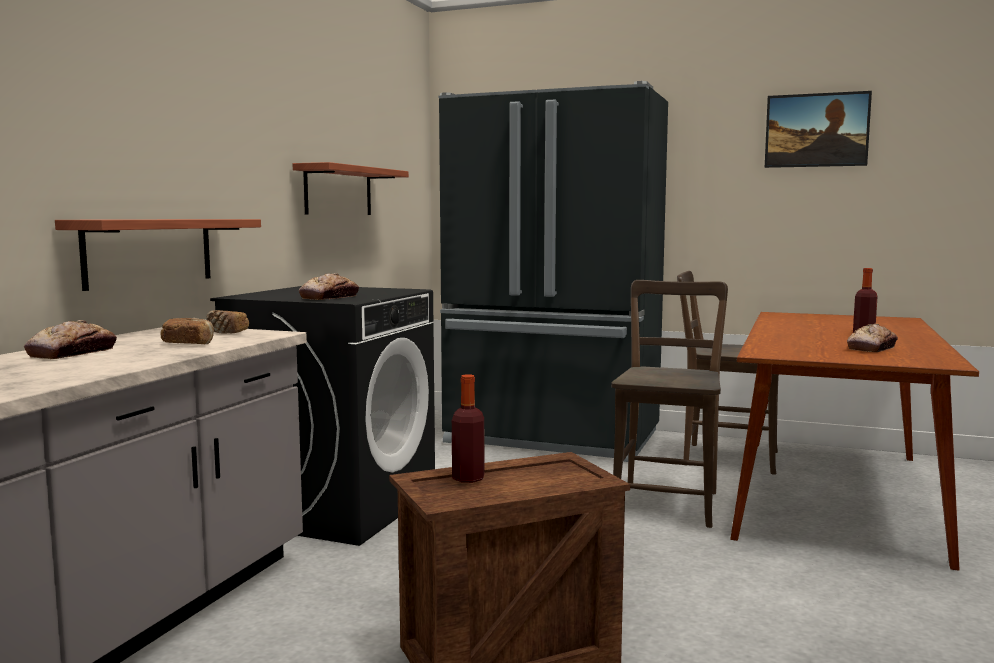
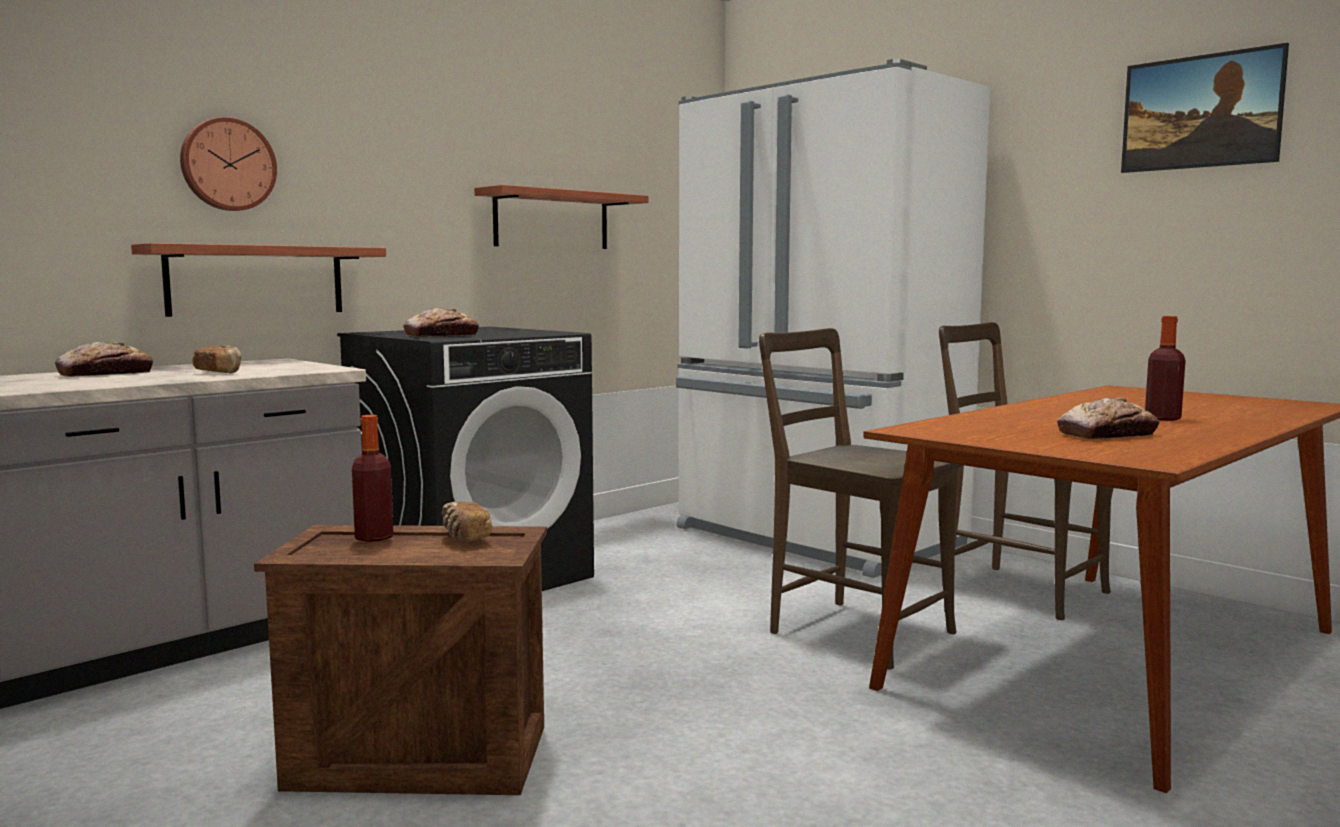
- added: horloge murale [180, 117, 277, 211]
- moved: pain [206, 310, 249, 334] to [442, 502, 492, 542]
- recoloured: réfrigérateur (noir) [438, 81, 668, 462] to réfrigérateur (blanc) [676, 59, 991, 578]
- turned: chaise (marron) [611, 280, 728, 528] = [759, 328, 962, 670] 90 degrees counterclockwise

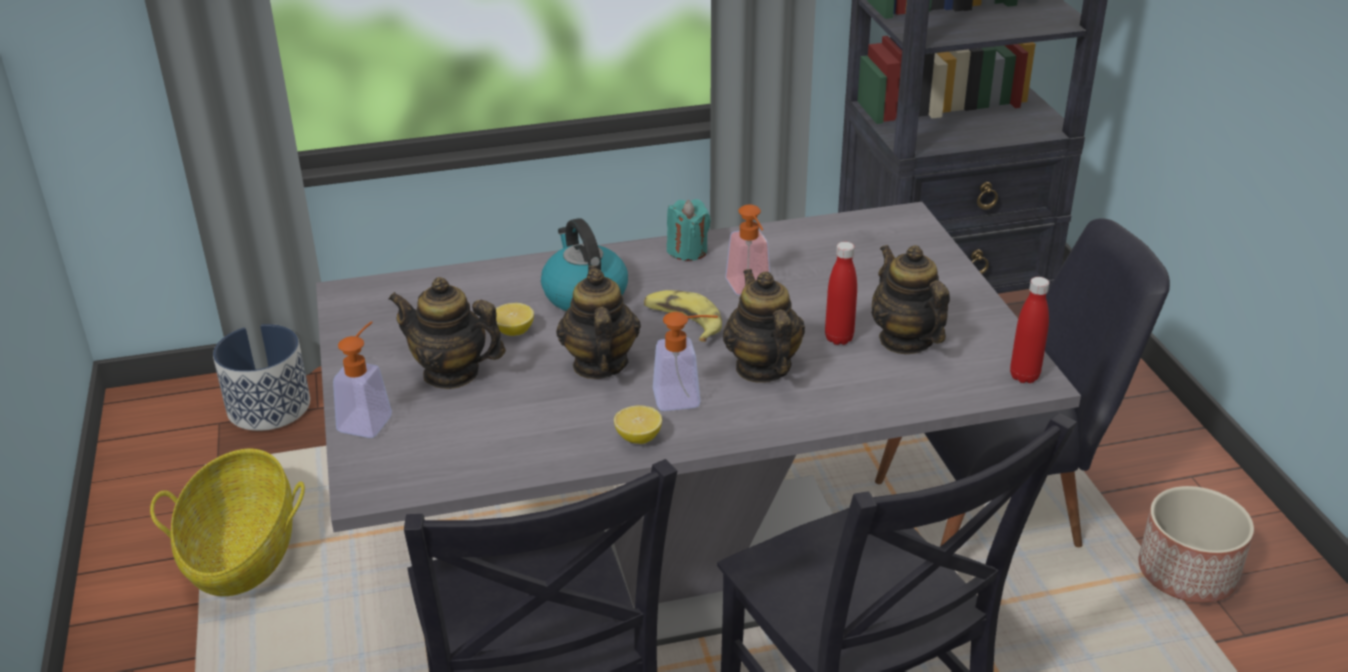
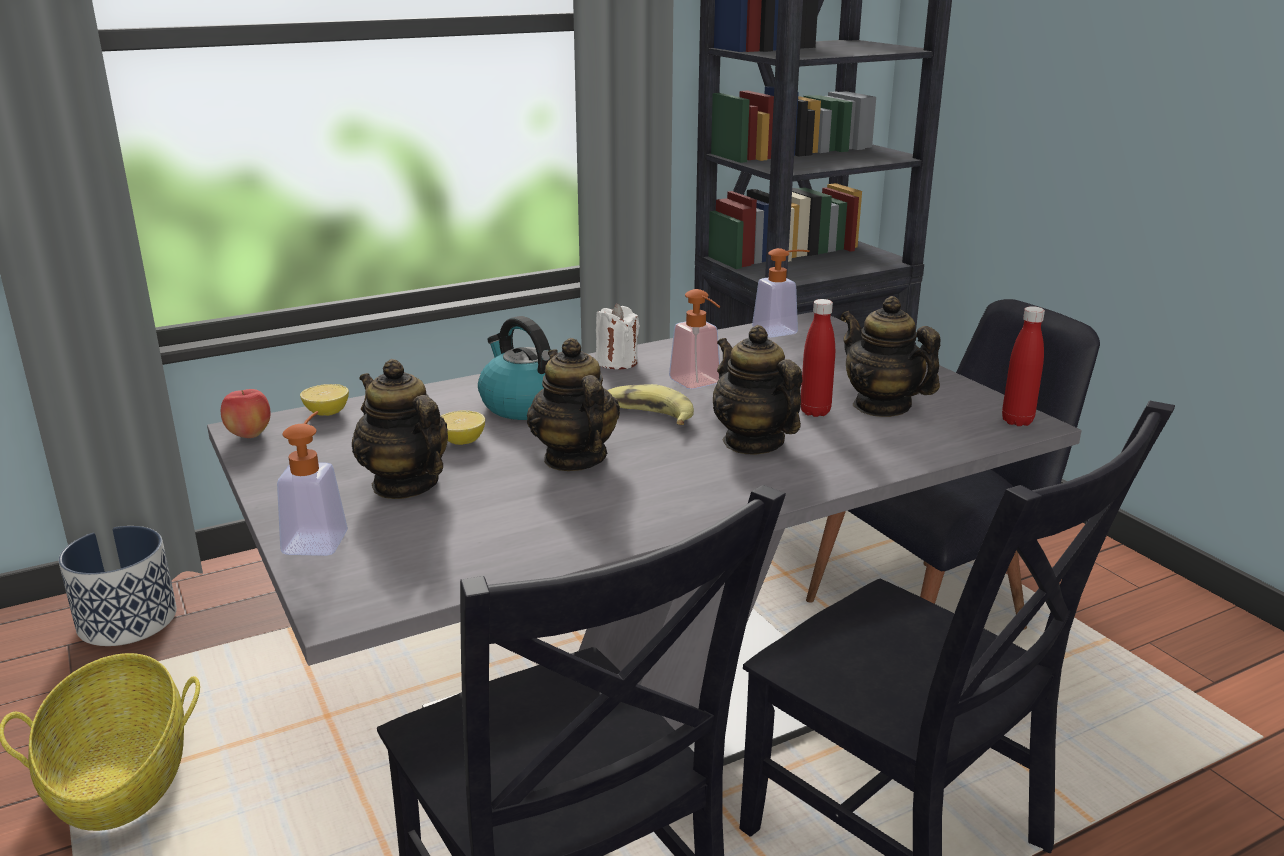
- removed: cache-pot [1139, 486, 1254, 603]
- added: pomme [221, 389, 271, 438]
- moved: citron [614, 405, 662, 444] to [300, 384, 349, 416]
- moved: distributeur de savon [653, 312, 718, 411] to [752, 248, 810, 338]
- recoloured: bougie (turquoise) [667, 199, 711, 261] to bougie (blanc) [595, 304, 640, 369]
- turned: théière [389, 277, 506, 389] = [352, 359, 448, 499] 45 degrees clockwise

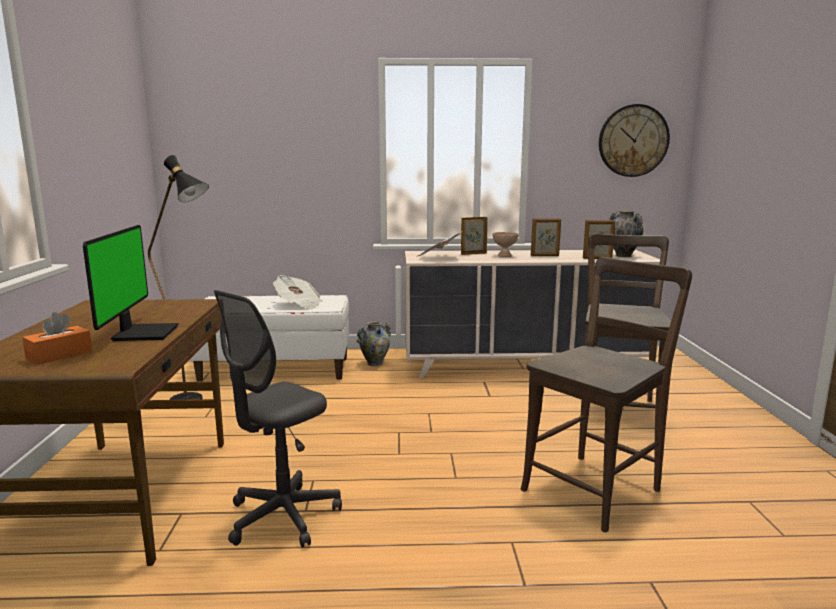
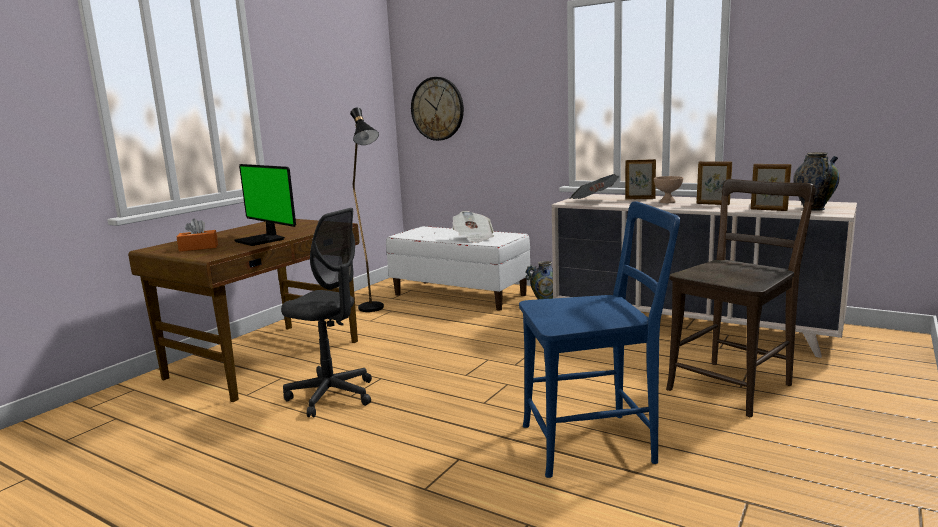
- moved: horloge murale [599, 104, 670, 177] to [411, 77, 464, 141]
- recoloured: chaise (marron) [521, 257, 692, 532] to chaise (bleu) [519, 201, 680, 478]
- turned: écran d'ordinateur [83, 225, 178, 341] = [234, 164, 296, 246] 105 degrees clockwise
- turned: chaise de bureau (gris) [214, 290, 342, 548] = [281, 208, 372, 418] 135 degrees counterclockwise

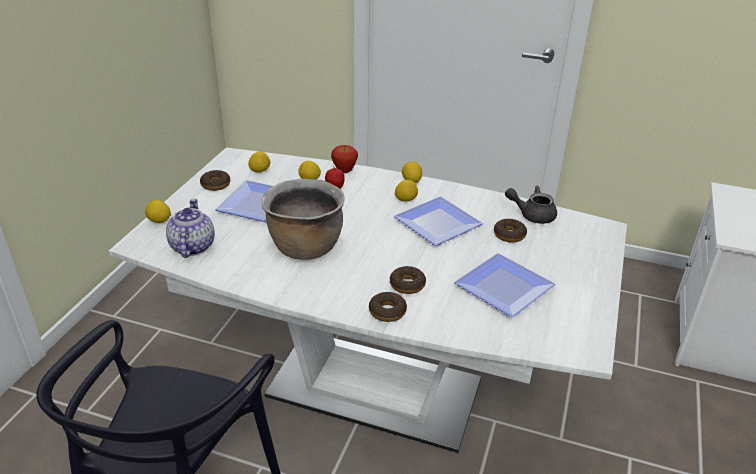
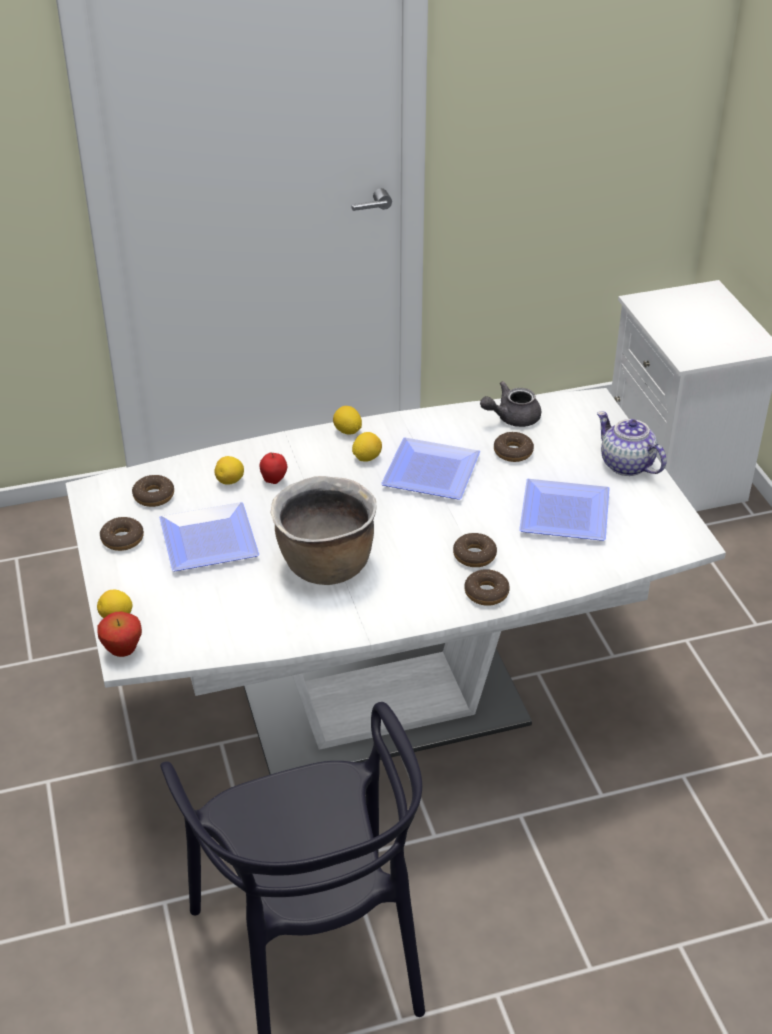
- moved: théière [166, 199, 215, 258] to [597, 411, 667, 476]
- moved: pomme [331, 145, 358, 173] to [97, 612, 142, 657]
- replaced: citron [248, 152, 270, 173] to beignet [132, 475, 174, 507]

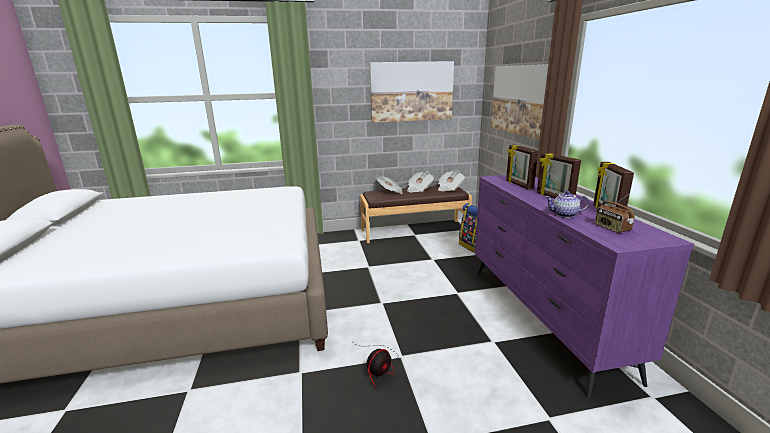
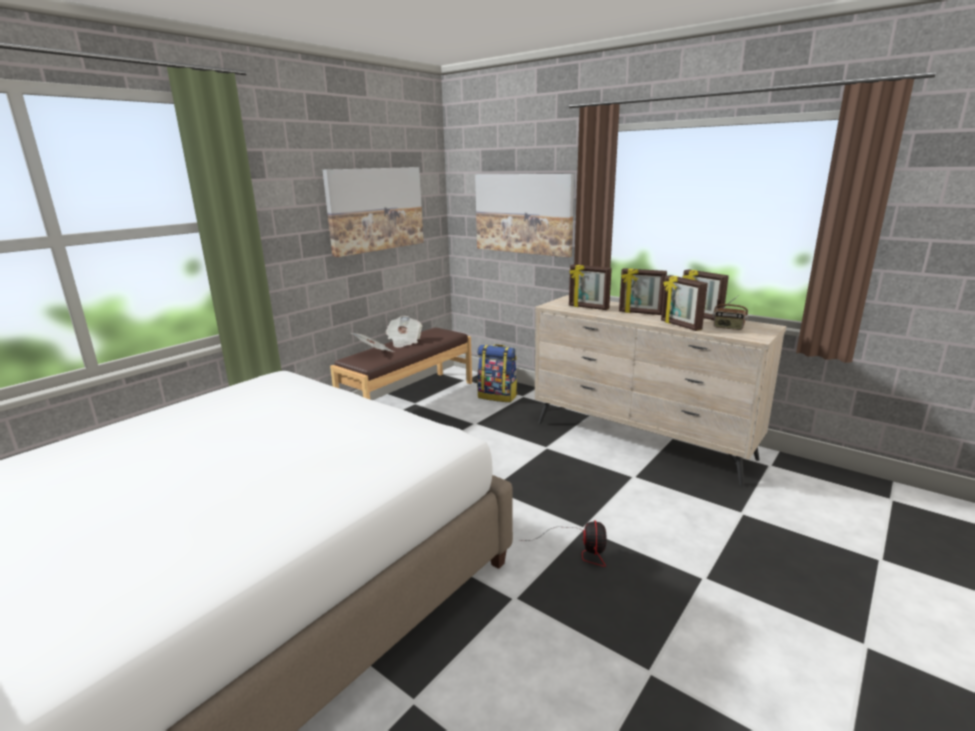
- removed: journal [438, 170, 465, 191]
- replaced: théière [545, 191, 589, 218] to cadre photo [661, 275, 708, 331]
- recoloured: commode (violet) [475, 175, 694, 398] to commode (beige) [535, 295, 787, 486]

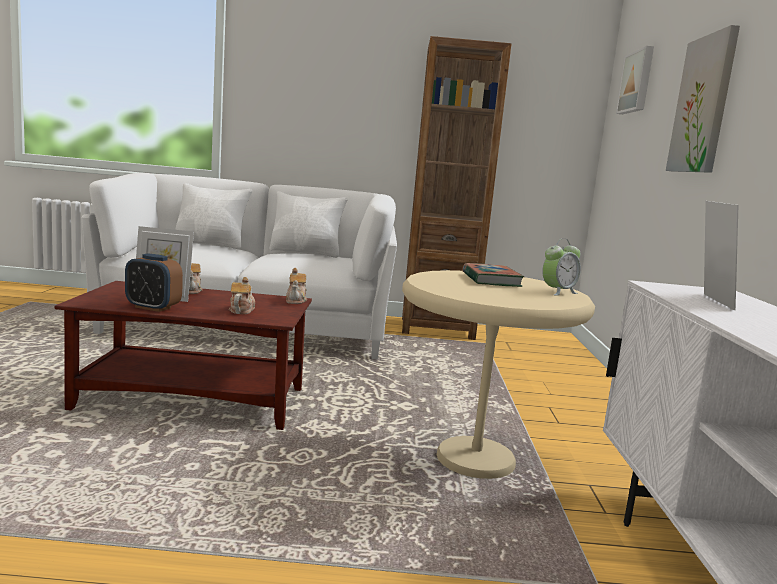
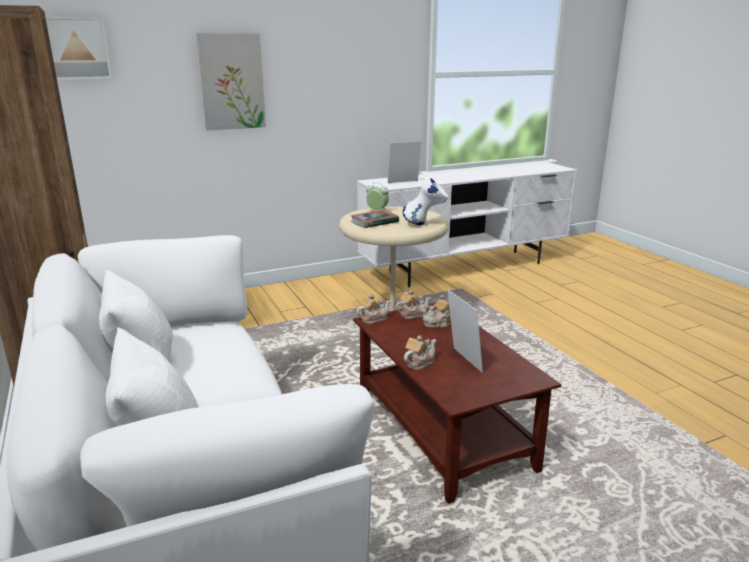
- removed: réveil [125, 253, 183, 312]
- added: théière [396, 290, 431, 319]
- added: vase (blanc) [403, 177, 448, 225]

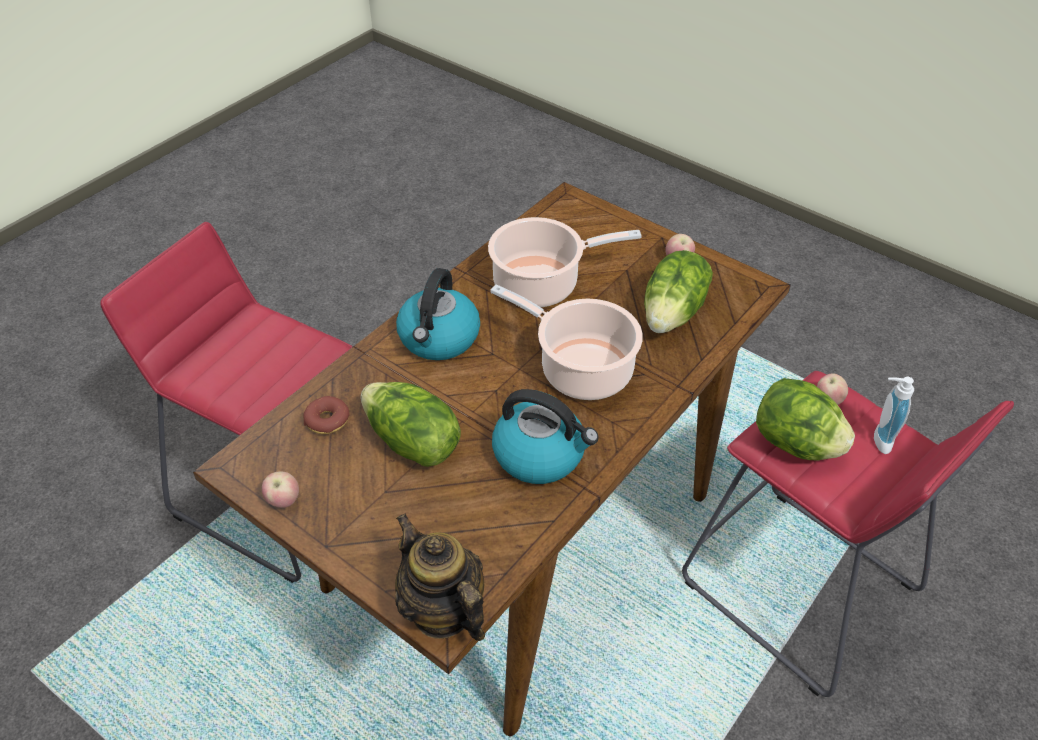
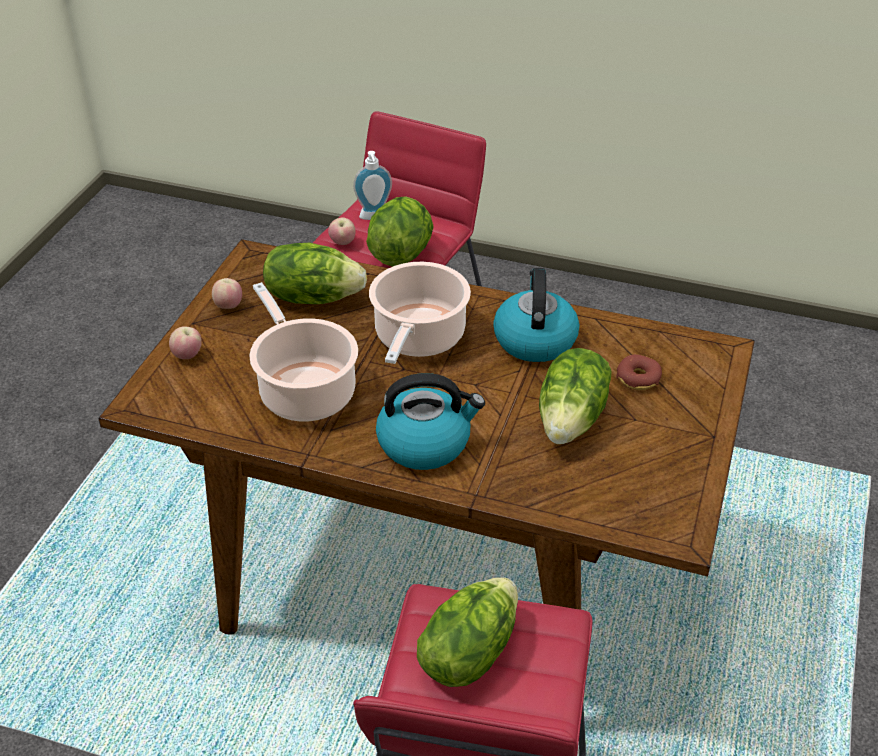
- removed: théière [395, 513, 485, 641]
- added: laitue [417, 577, 518, 687]
- moved: pomme [262, 471, 299, 508] to [169, 326, 202, 359]
- moved: beignet [303, 396, 350, 434] to [616, 354, 662, 390]

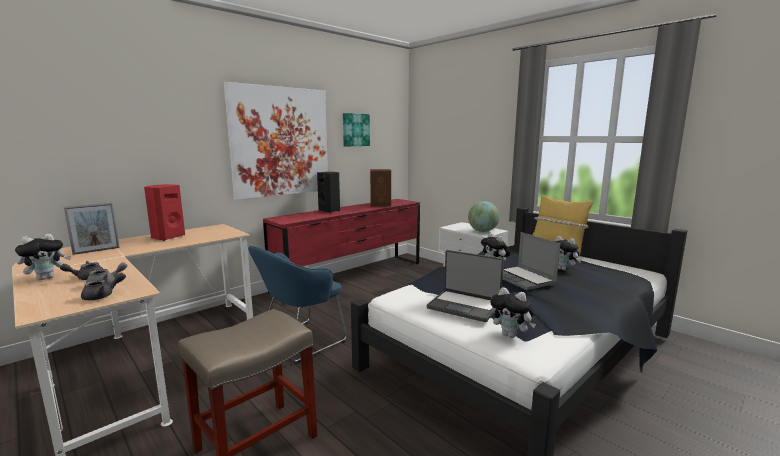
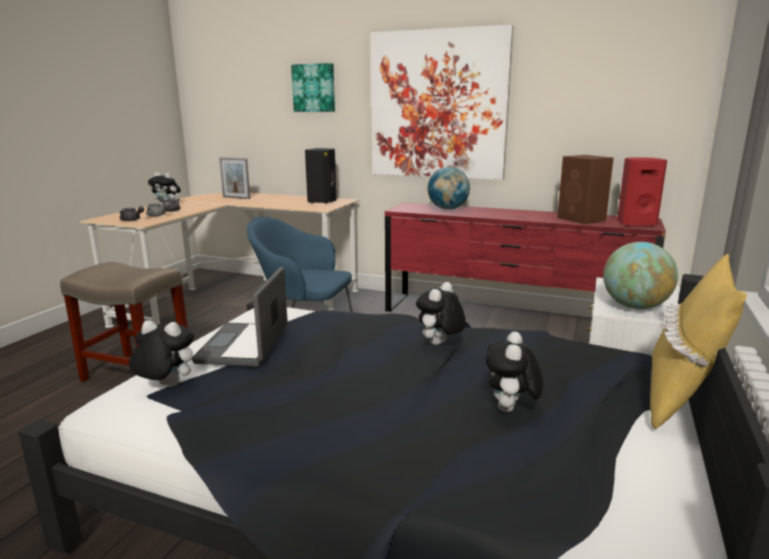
- removed: ordinateur portable [503, 232, 560, 290]
- added: globe [428, 167, 470, 210]
- moved: enceinte (rouge) [144, 184, 185, 241] to [617, 157, 667, 226]
- moved: enceinte (noir) [317, 172, 340, 213] to [305, 148, 336, 204]
- moved: tableau [343, 113, 370, 146] to [291, 63, 335, 112]
- turned: peluche [490, 287, 536, 338] = [129, 320, 194, 387] 90 degrees clockwise

